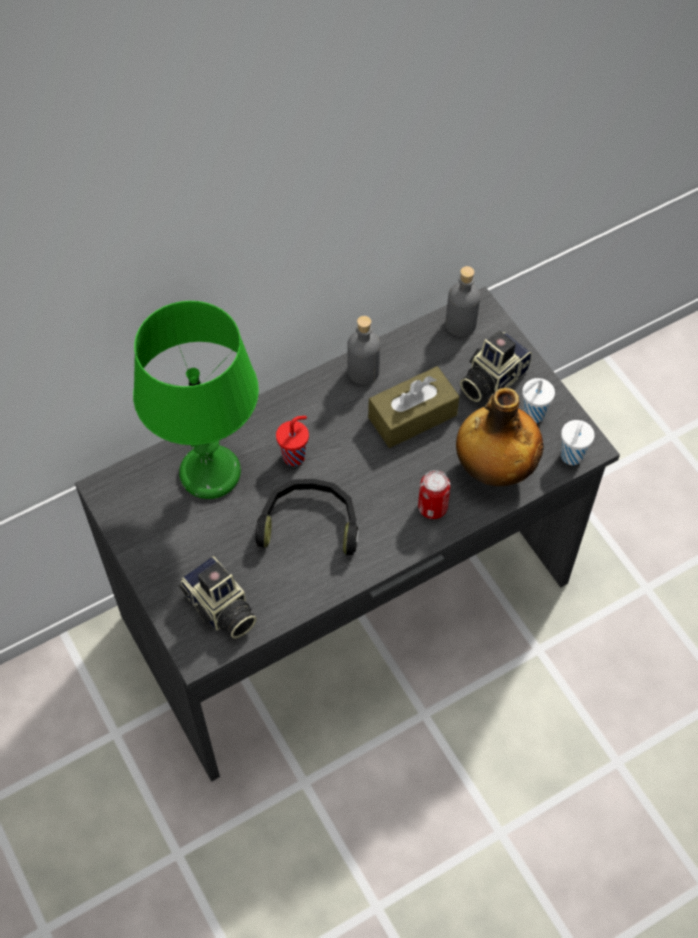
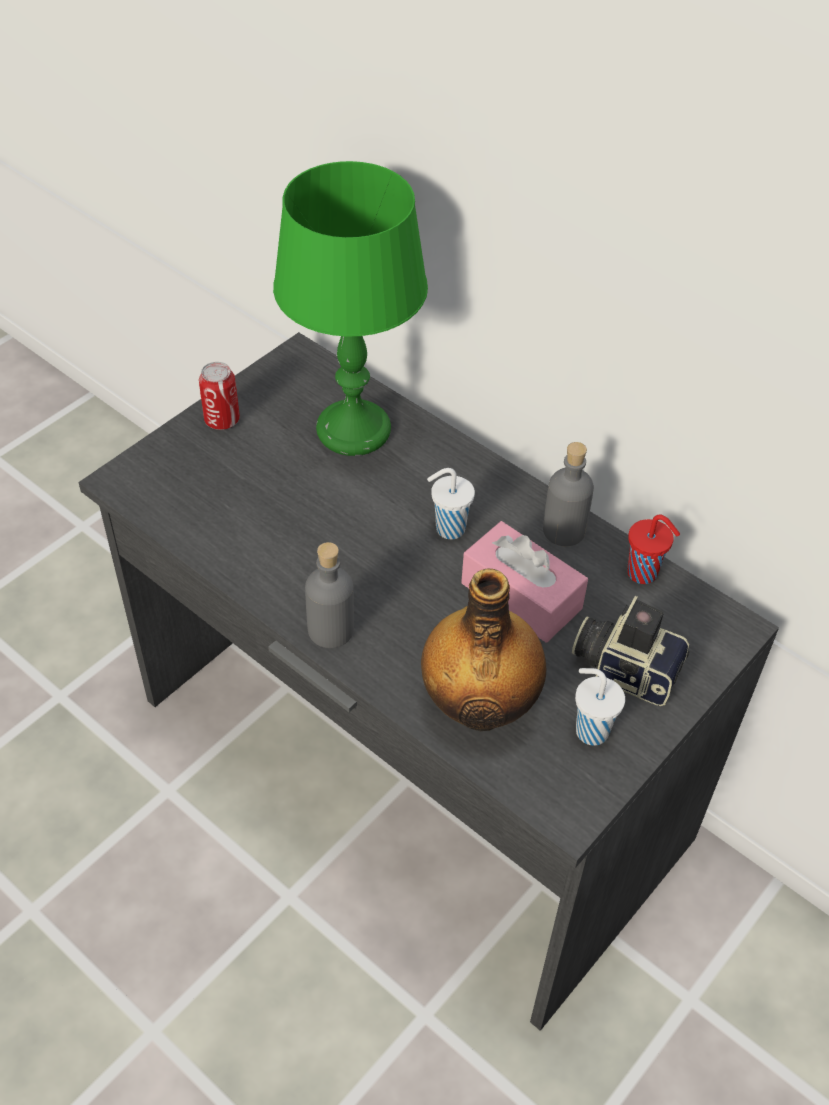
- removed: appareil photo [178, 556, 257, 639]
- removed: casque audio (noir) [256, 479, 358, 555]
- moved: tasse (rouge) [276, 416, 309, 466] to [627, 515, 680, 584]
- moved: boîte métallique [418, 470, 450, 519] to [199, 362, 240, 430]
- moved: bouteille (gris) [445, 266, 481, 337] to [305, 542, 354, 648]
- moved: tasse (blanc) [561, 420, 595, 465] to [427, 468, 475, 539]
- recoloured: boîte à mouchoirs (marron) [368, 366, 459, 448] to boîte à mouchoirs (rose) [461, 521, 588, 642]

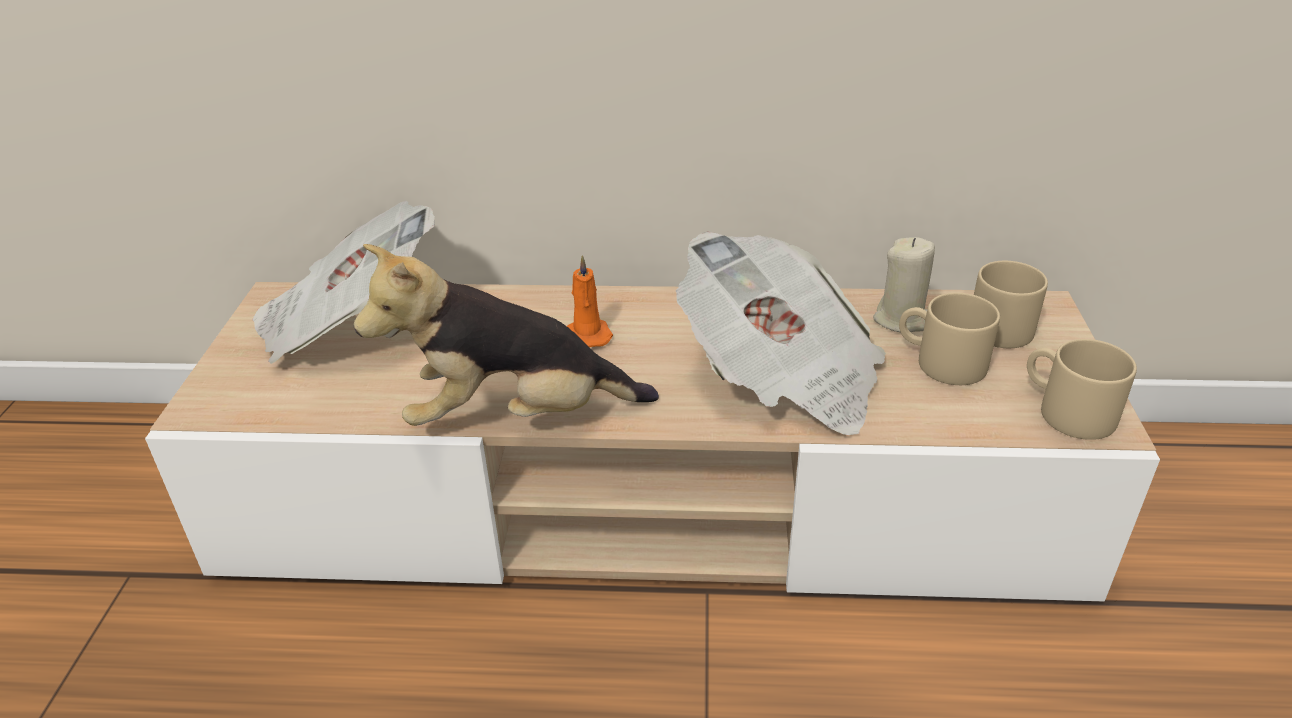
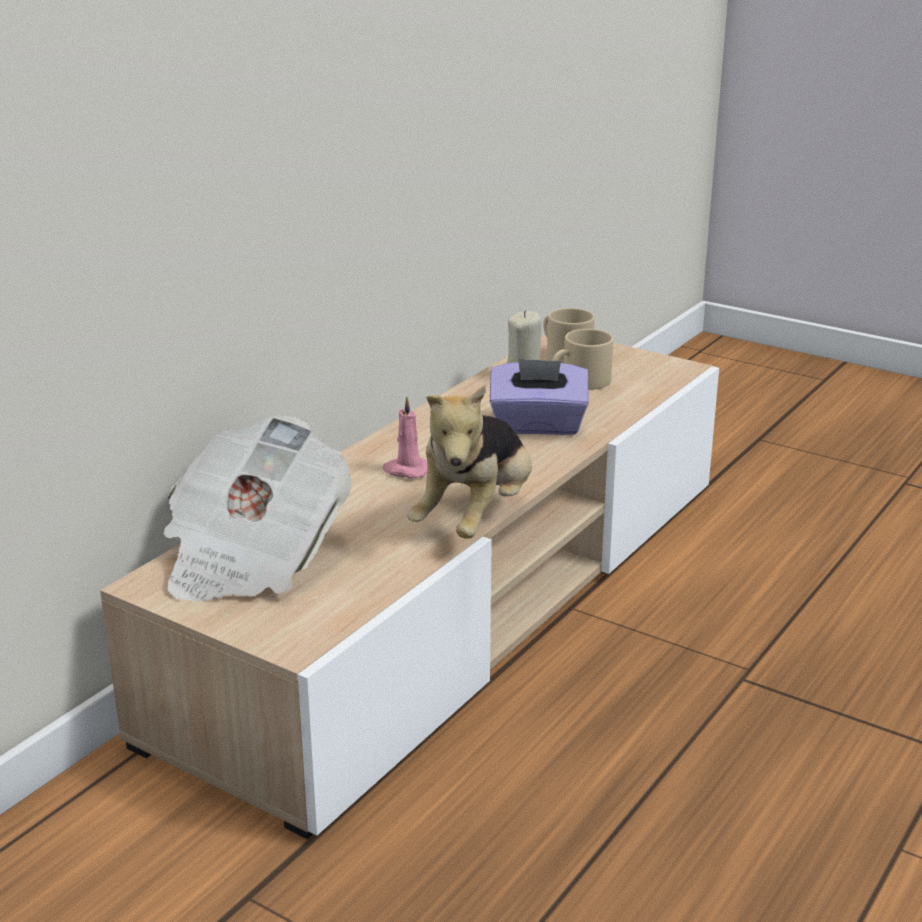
- removed: mug (beige) [1027, 339, 1137, 440]
- replaced: journal [676, 232, 886, 435] to boîte à mouchoirs (violet) [490, 358, 589, 435]
- recoloured: bougie (orange) [567, 255, 613, 347] to bougie (rose) [383, 396, 427, 478]

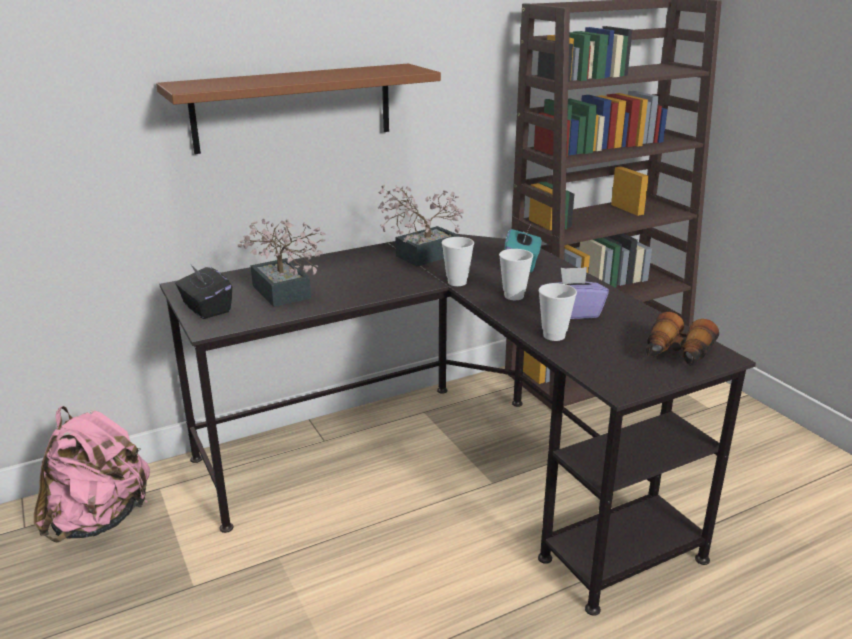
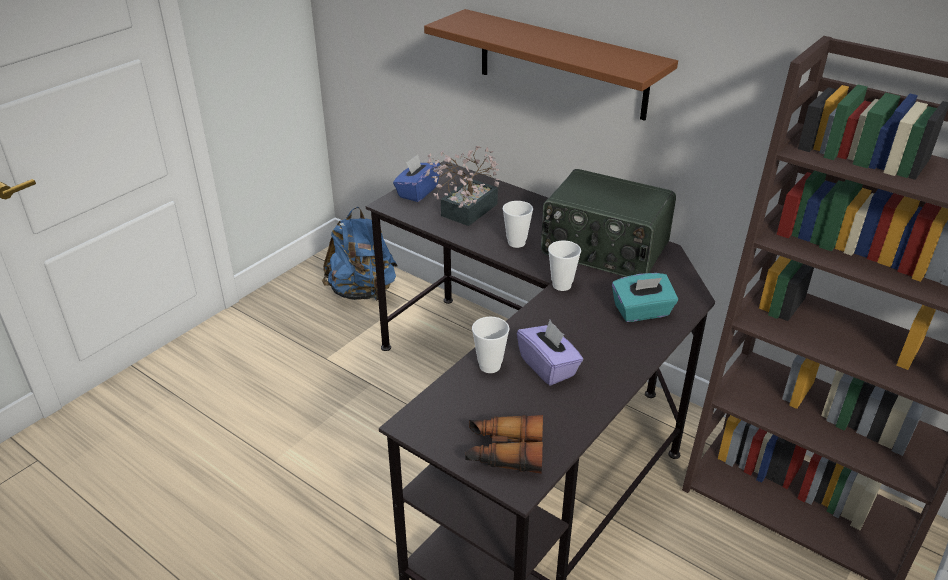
- moved: tasse [499, 249, 533, 300] to [503, 201, 533, 248]
- replaced: plante en pot [378, 184, 464, 266] to radio [541, 169, 676, 277]
- recoloured: sac à dos (rose) [34, 406, 150, 543] to sac à dos (bleu) [322, 207, 398, 301]
- recoloured: boîte à mouchoirs (noir) [175, 265, 232, 319] to boîte à mouchoirs (bleu) [393, 154, 440, 202]

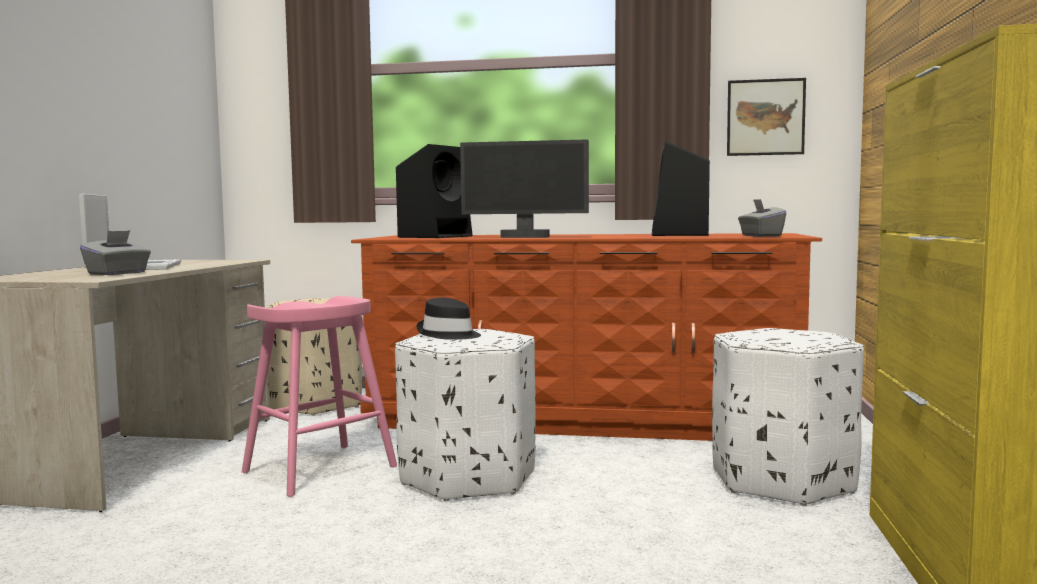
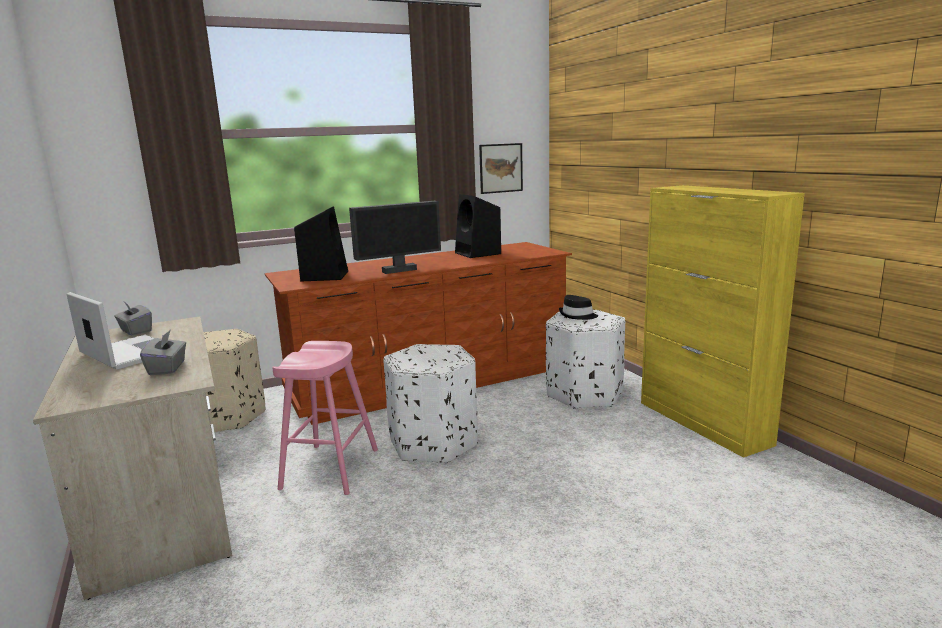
- moved: chapeau (noir) [416, 298, 481, 340] to [559, 295, 598, 320]
- moved: boîte à mouchoirs (gris) [738, 199, 786, 237] to [114, 303, 152, 335]

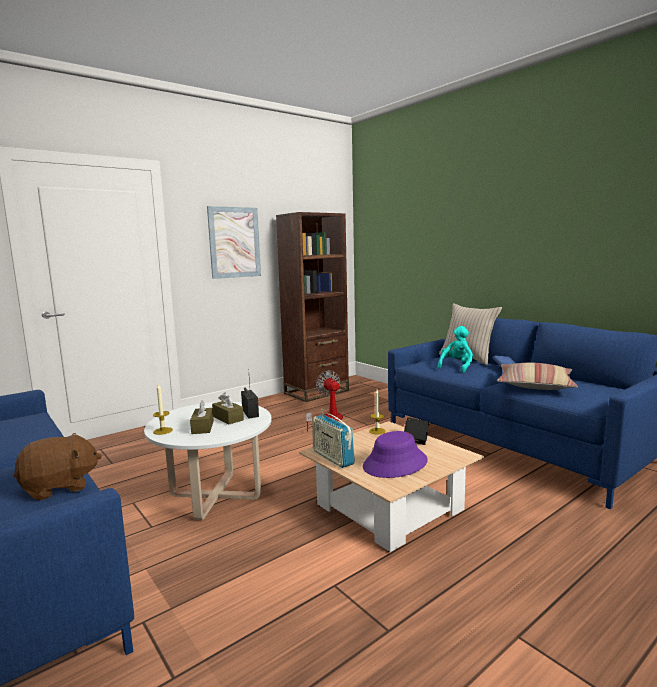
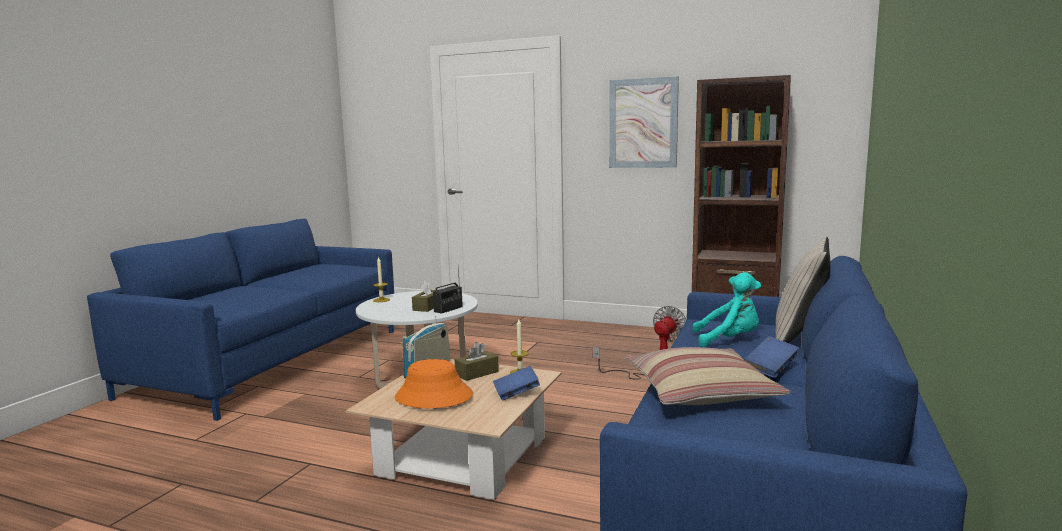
- removed: peluche (marron) [14, 433, 102, 500]
- moved: boîte à mouchoirs (marron) [190, 400, 214, 434] to [455, 342, 499, 381]
- recoloured: chapeau (violet) [363, 431, 428, 478] to chapeau (orange) [395, 359, 473, 408]
- recoloured: livre (noir) [404, 418, 429, 445] to livre (bleu) [493, 366, 540, 401]

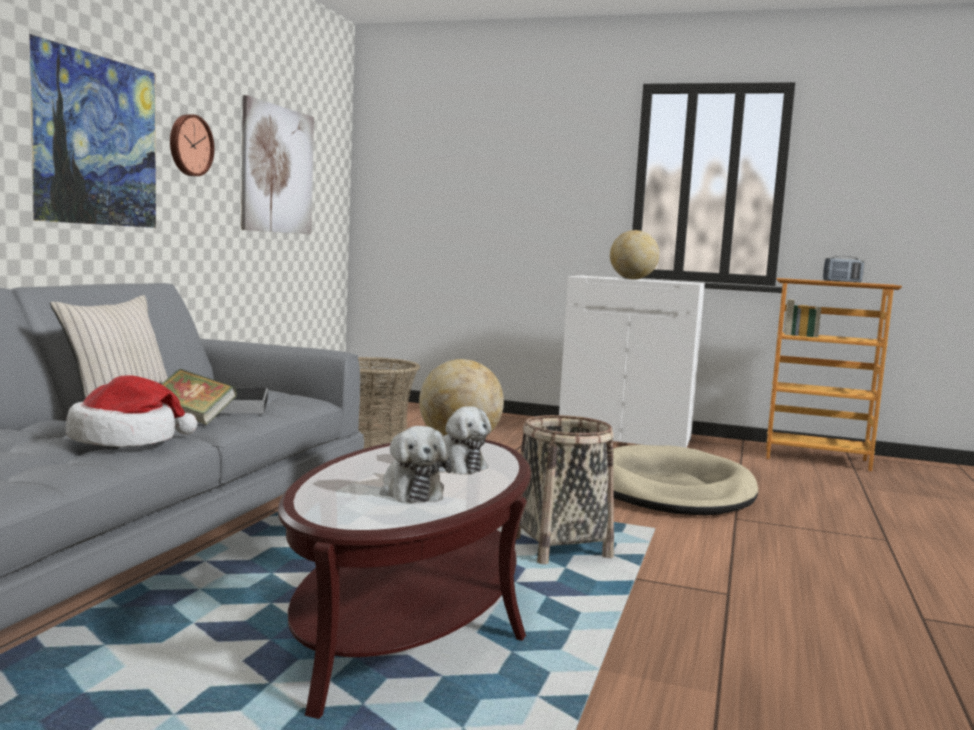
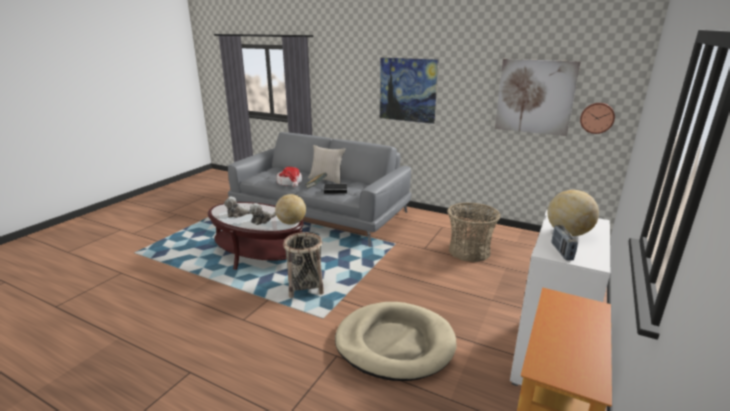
- moved: horloge murale [170, 114, 214, 176] to [580, 103, 615, 134]
- moved: radio [823, 256, 864, 283] to [551, 225, 578, 261]

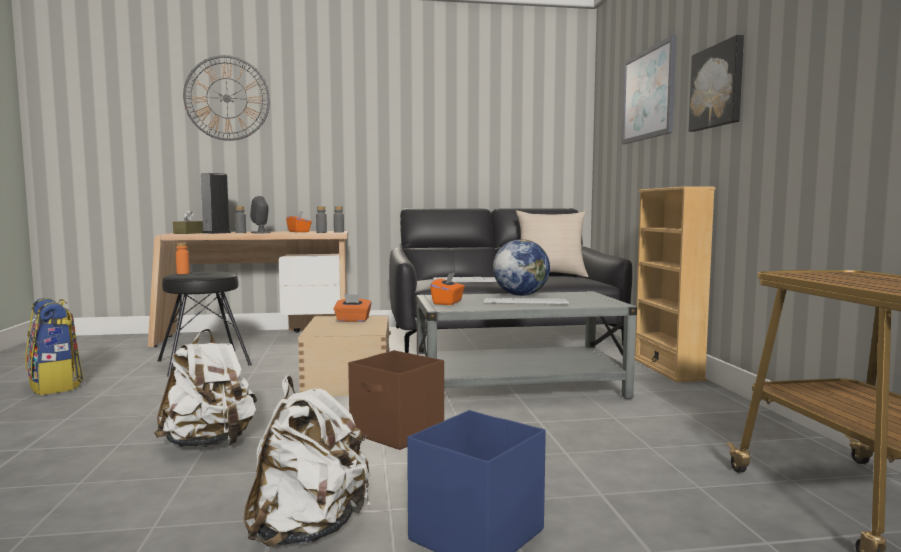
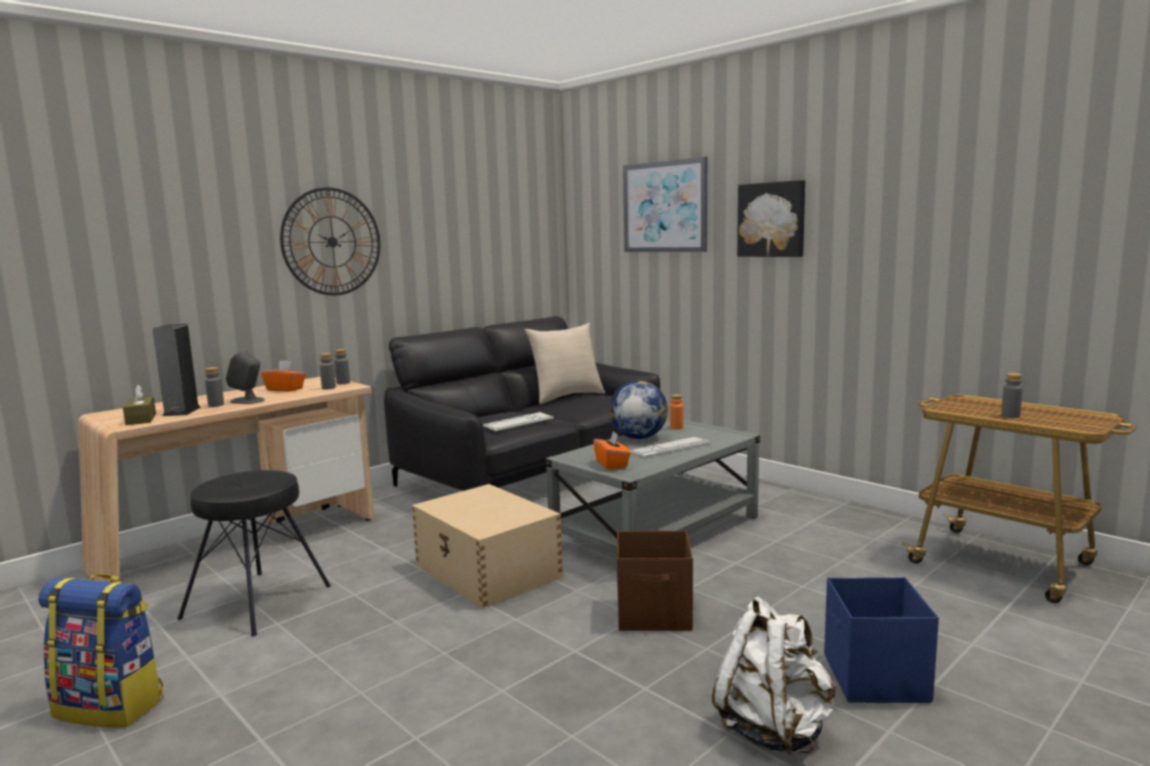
- removed: sac à dos (blanc) [154, 329, 257, 448]
- removed: boîte à mouchoirs (orange) [334, 294, 372, 322]
- removed: bibliothèque (beige) [635, 186, 716, 382]
- added: bouteille (gris) [1001, 373, 1023, 418]
- moved: bouteille (orange) [176, 243, 190, 274] to [670, 394, 683, 430]
- moved: horloge murale [183, 55, 270, 141] to [280, 187, 380, 295]

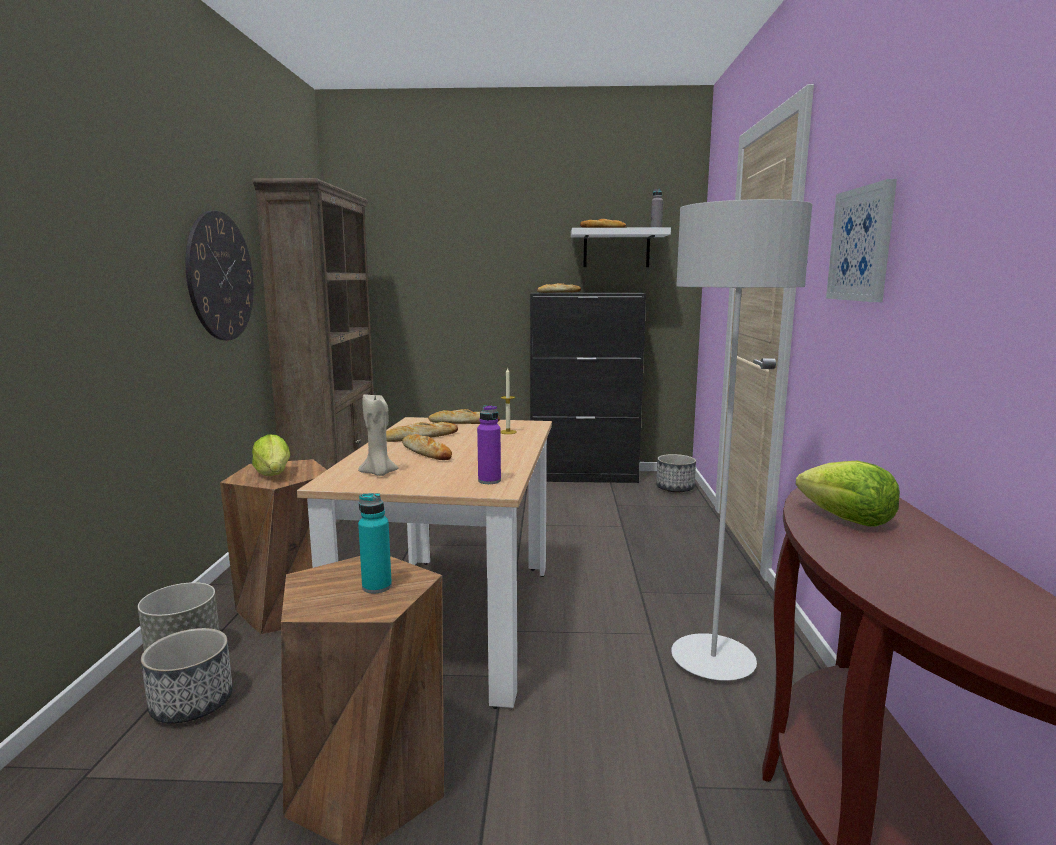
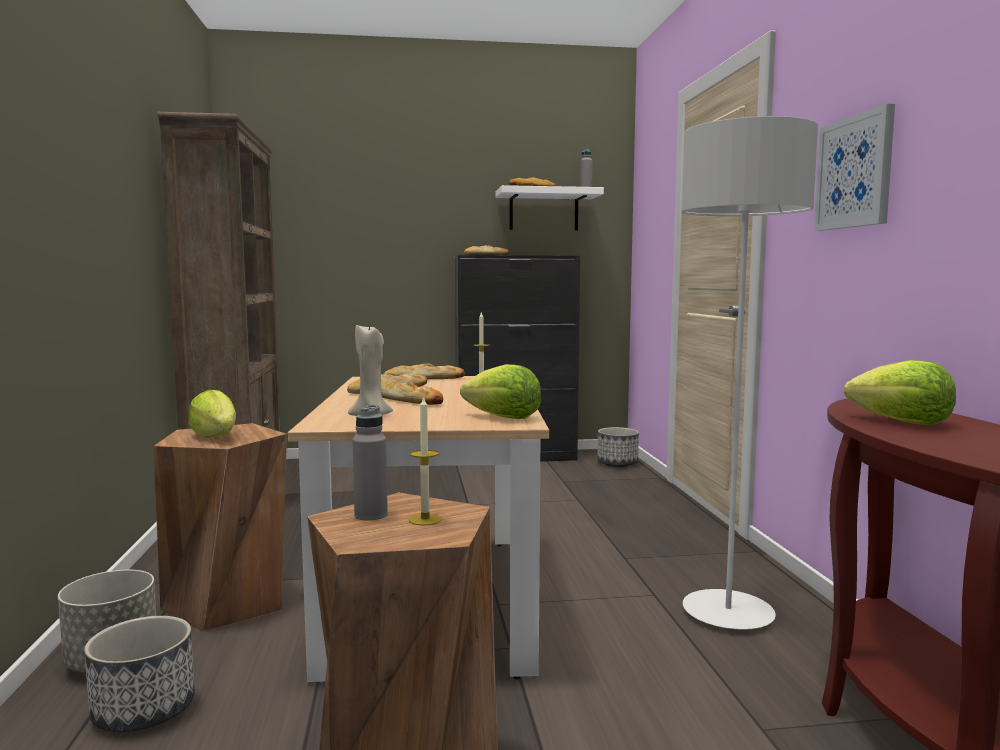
- removed: horloge murale [185, 211, 254, 340]
- added: bouteille (gris) [352, 405, 388, 521]
- replaced: bouteille (turquoise) [358, 493, 392, 594] to bougie [408, 396, 442, 525]
- replaced: bouteille (violet) [477, 405, 501, 484] to laitue [460, 364, 541, 419]

